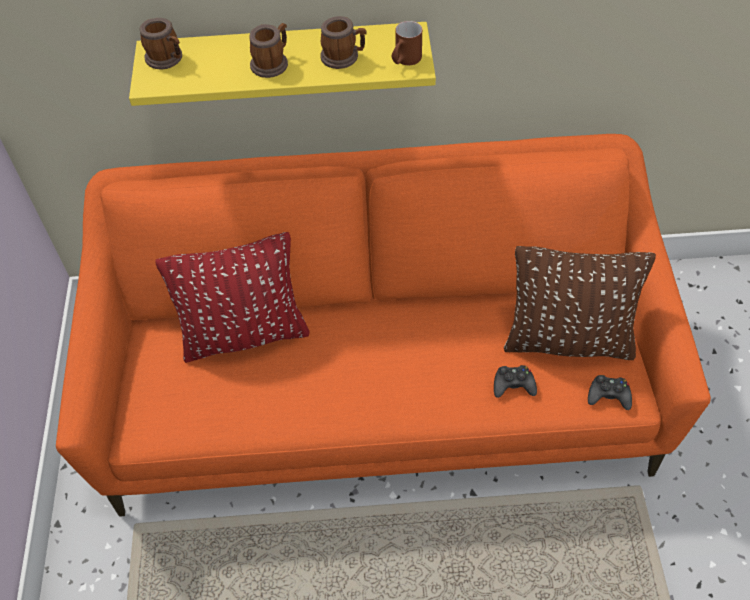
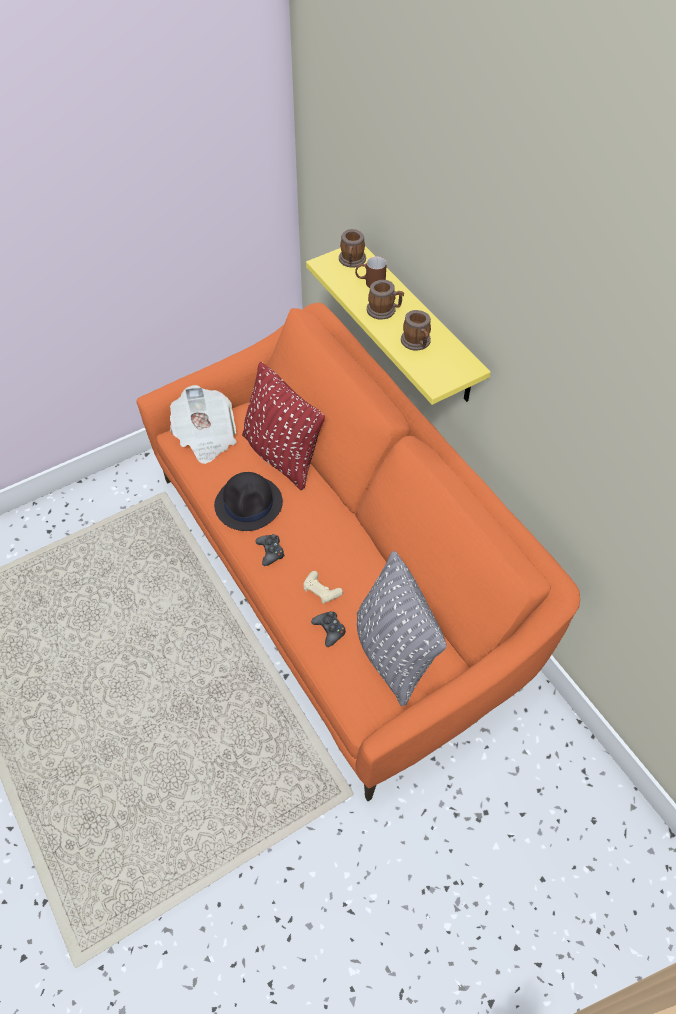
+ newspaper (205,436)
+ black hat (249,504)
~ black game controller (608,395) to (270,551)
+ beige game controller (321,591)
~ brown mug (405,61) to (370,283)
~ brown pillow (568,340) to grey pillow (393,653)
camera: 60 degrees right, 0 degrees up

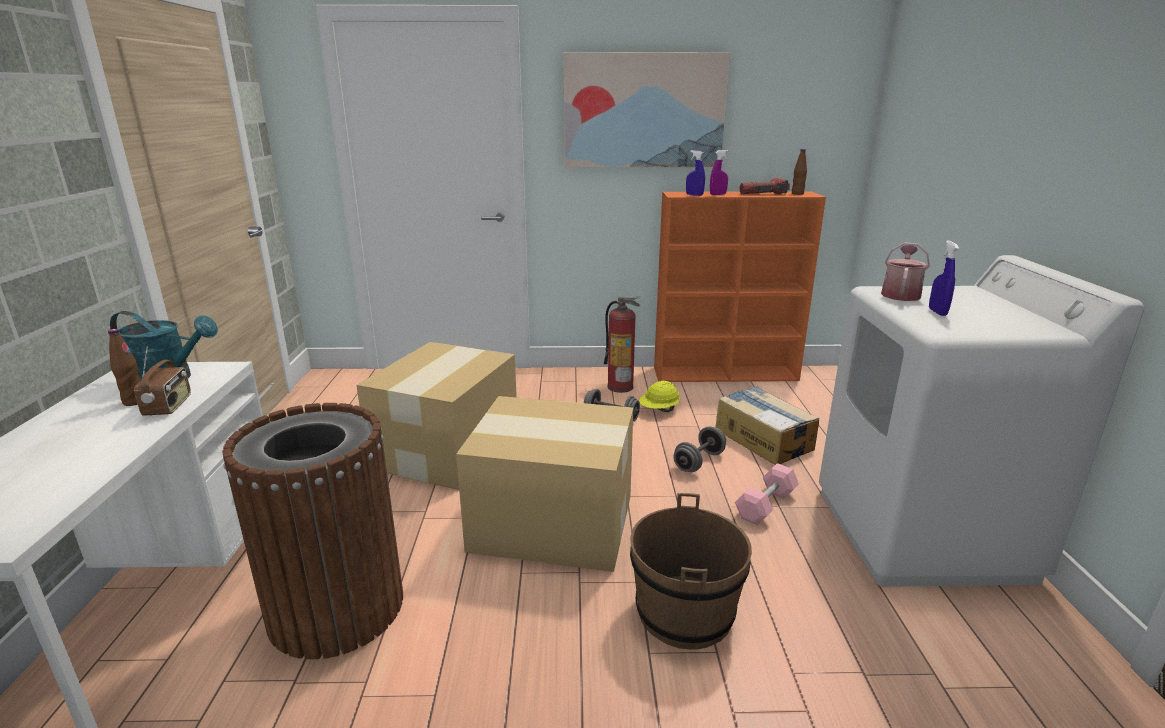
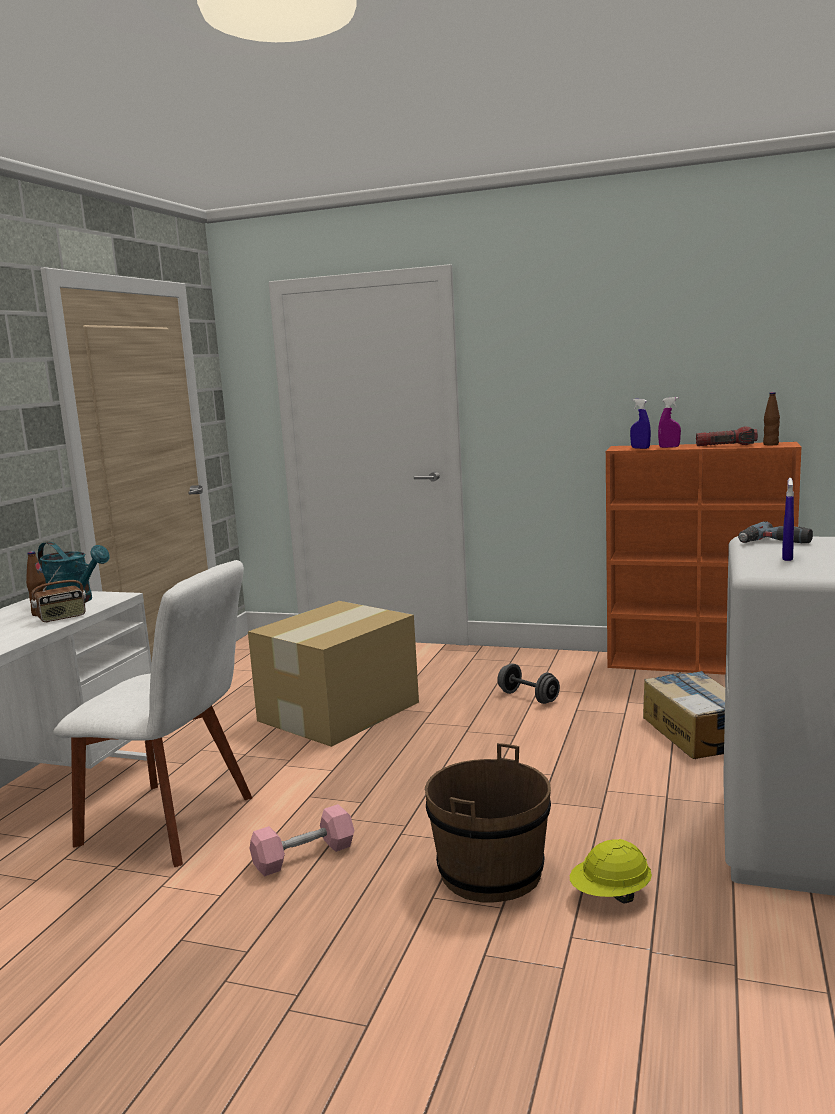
~ radio (169,406) = (62,618) 45 degrees clockwise
~ brown trash can (337,608) to white chair (174,822)
~ pink dumbbell (766,505) to (304,856)
~ yellow hard hat (659,410) to (611,895)
~ watering can (900,294) to power drill (774,542)
- cardboard box (550,521)
- picture (644,111)
- fire extinguisher (620,387)
- grey dumbbell (699,462)
camera: 20 degrees right, 10 degrees down

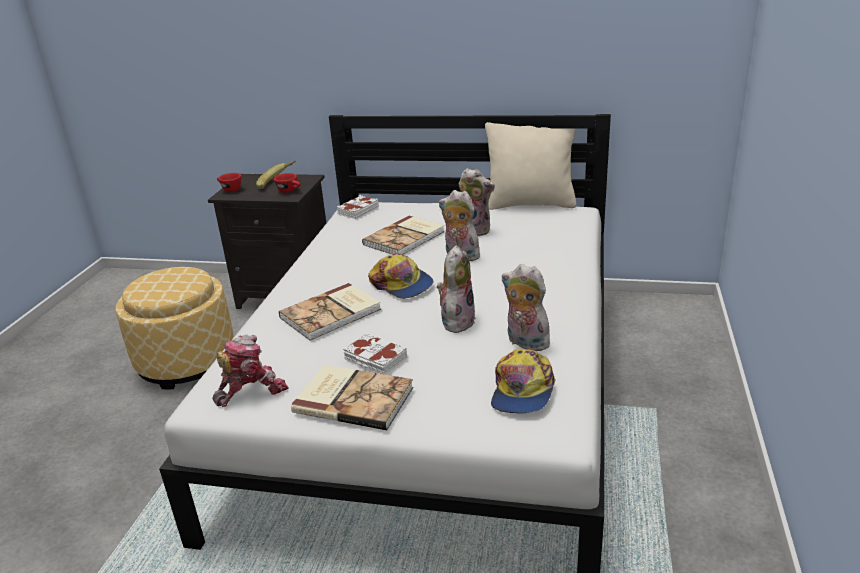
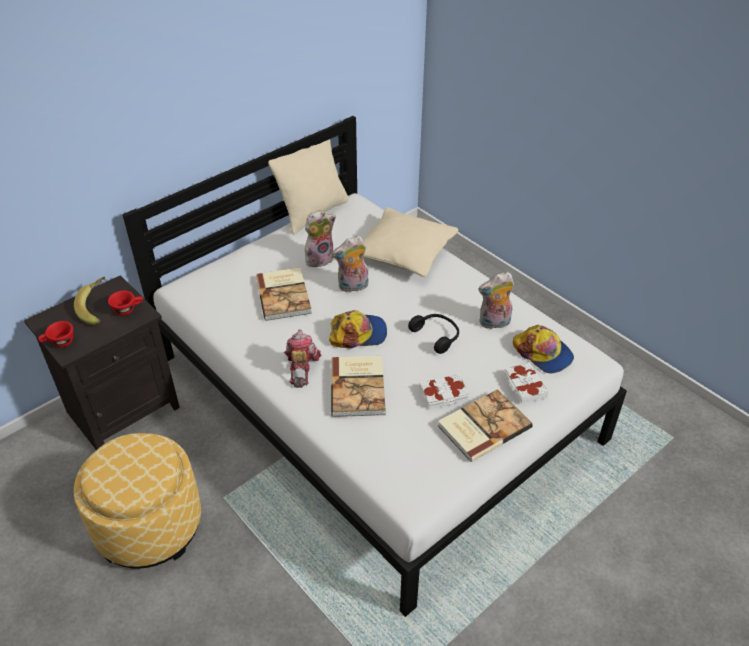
~ toy robot (250,390) to (301,368)
+ beige pillow (404,253)
~ plush toy (456,321) to black headphones (437,336)
~ white book (357,210) to (524,386)
camera: 55 degrees left, 15 degrees up

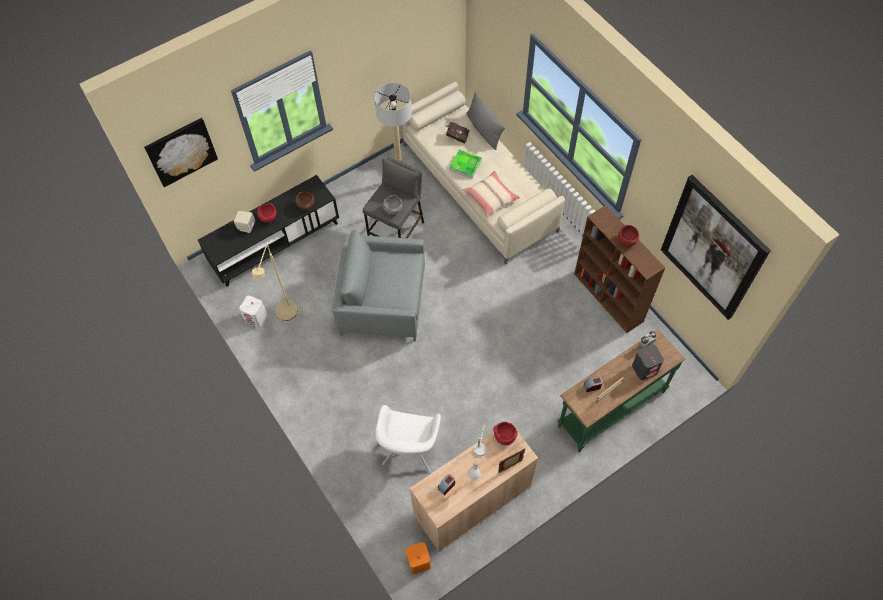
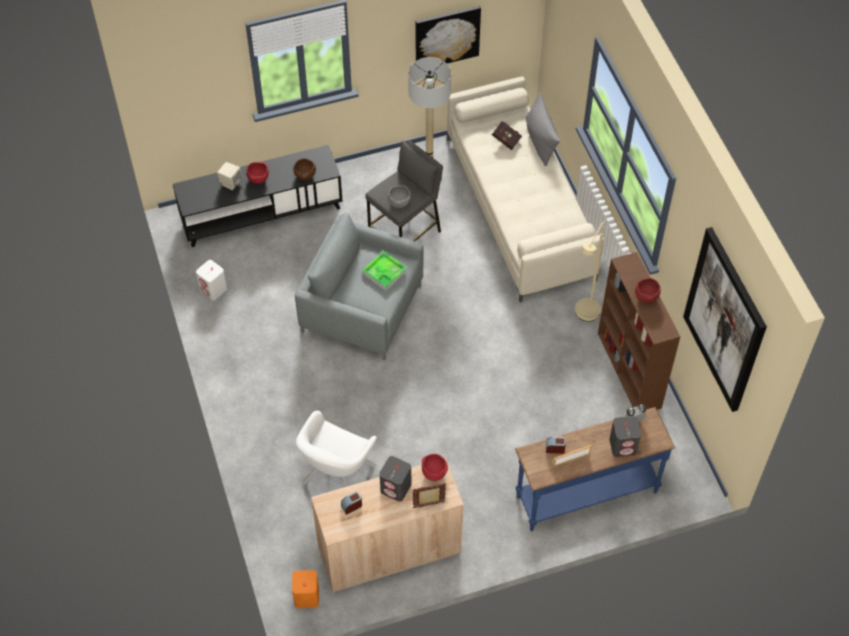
~ tray (465,165) to (384,272)
~ white table lamp (478,459) to grey speaker (396,488)
~ picture (181,151) to (447,37)
~ green console table (610,408) to blue console table (586,493)
~ beige floor lamp (285,316) to (584,316)
- beige pillow (491,197)
camera: 15 degrees right, 5 degrees down

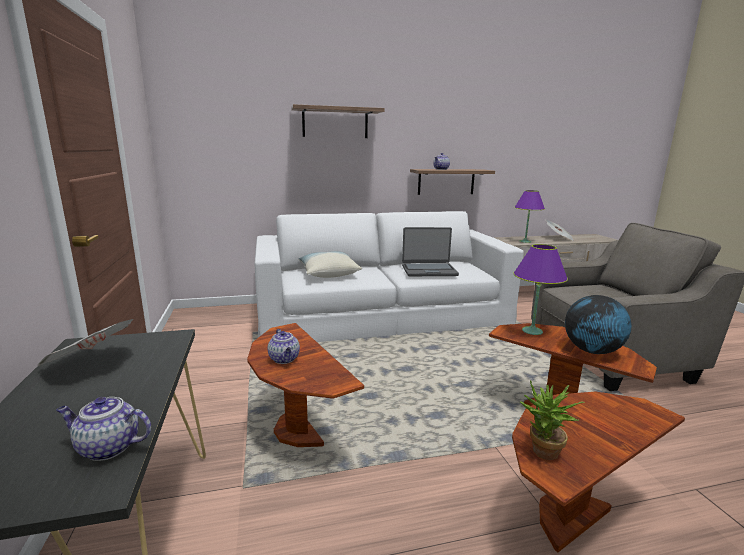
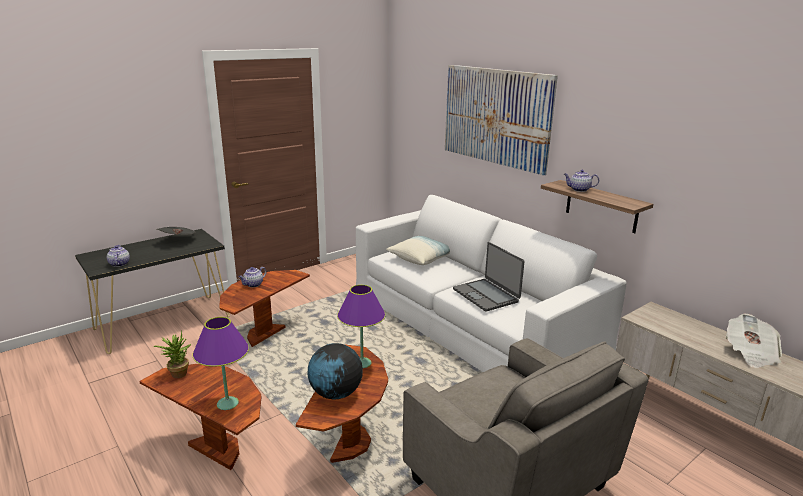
~ purple table lamp (525,241) to (227,403)
~ shelf (335,123) to picture (496,116)
camera: 65 degrees right, 5 degrees up

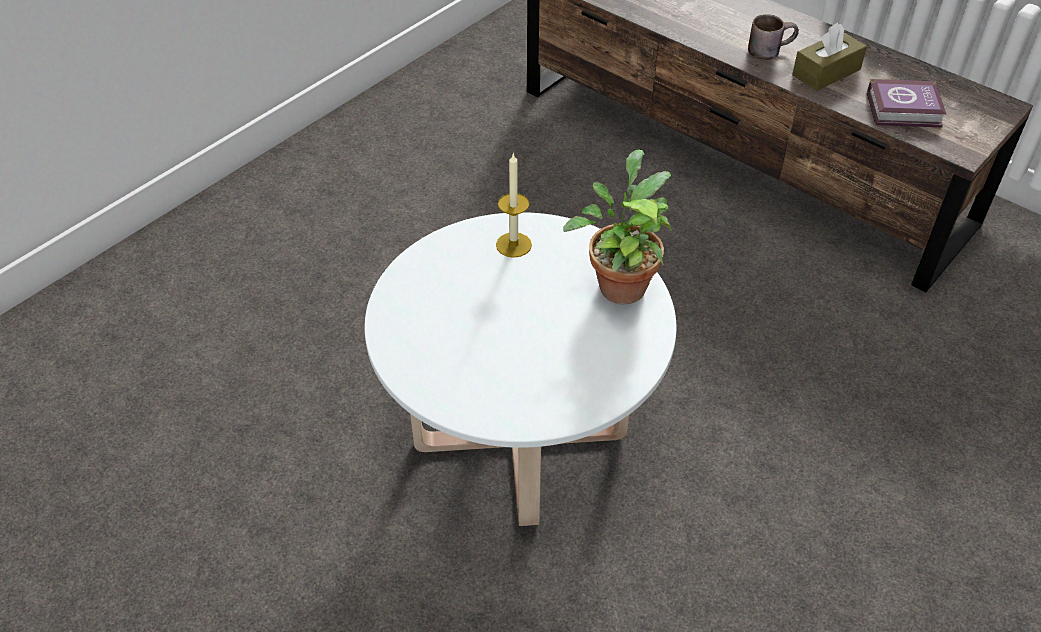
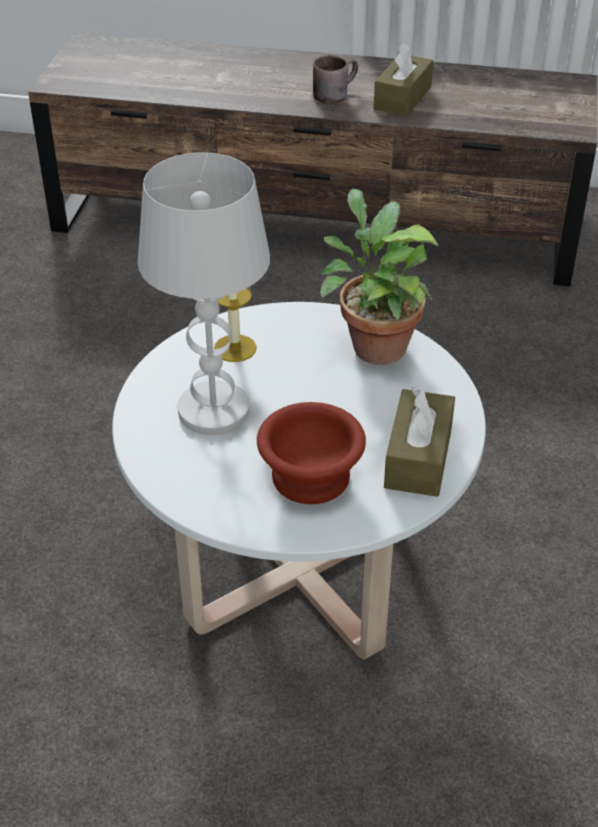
+ white table lamp (214,410)
+ brown bowl (307,478)
+ brown tissue box (418,457)
- book (905,110)
camera: 30 degrees left, 5 degrees down

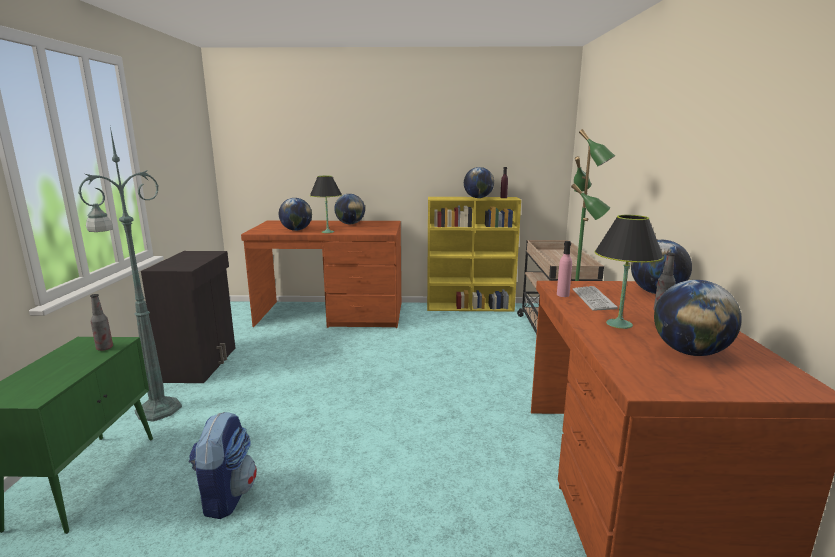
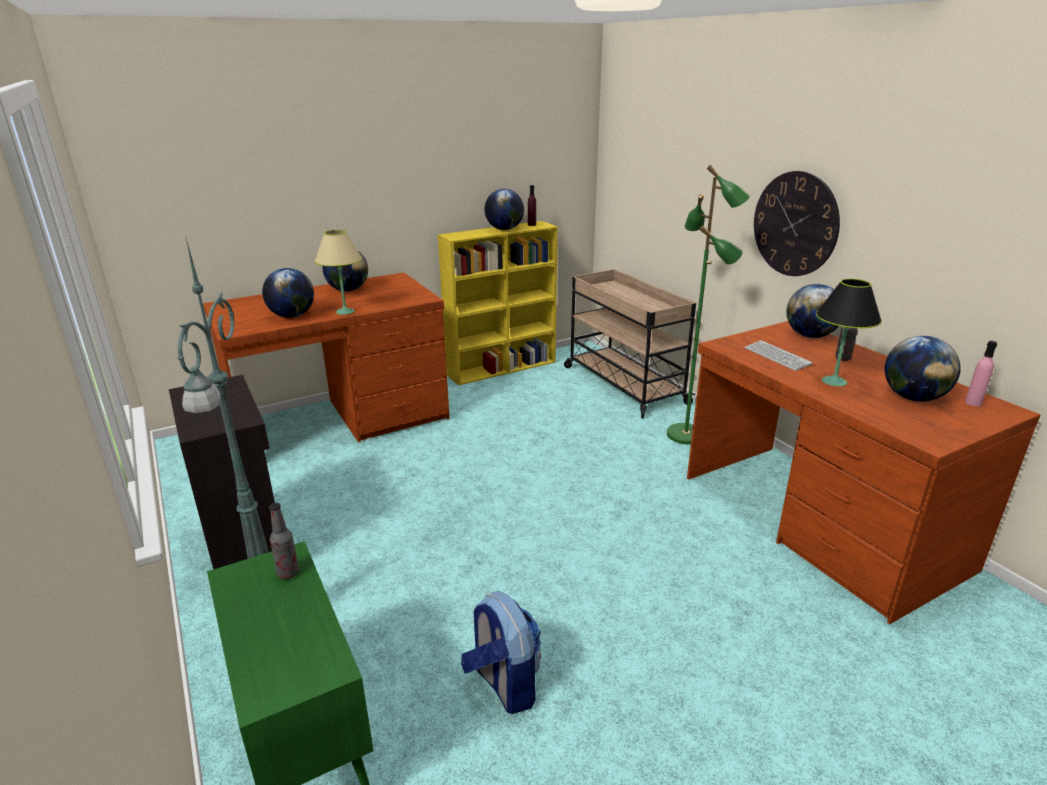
~ black table lamp (328,232) to beige table lamp (345,311)
+ wall clock (795,224)
~ pink bottle (562,295) to (973,403)
camera: 30 degrees left, 10 degrees up

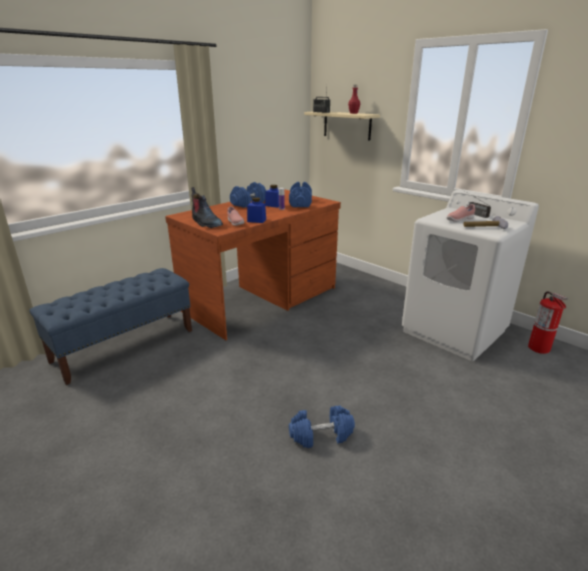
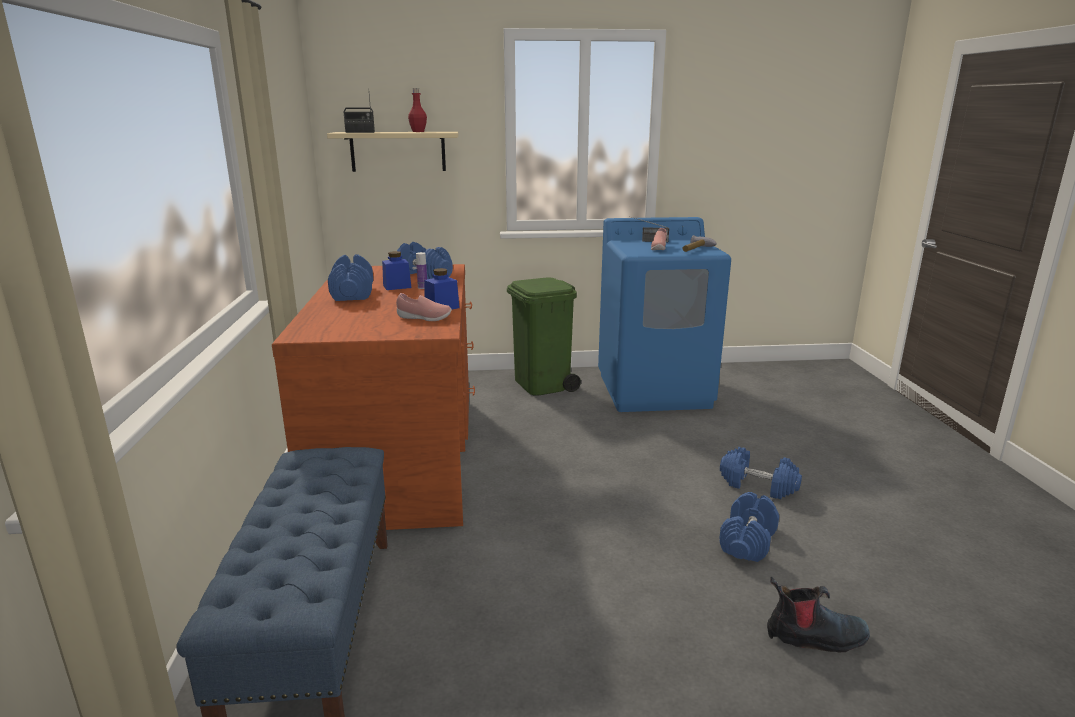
+ green trash can (543,385)
~ white washing machine (454,331) to blue washing machine (654,390)
+ blue dumbbell (758,485)
~ boot (206,223) to (815,637)
- fire extinguisher (539,348)
camera: 50 degrees left, 5 degrees down

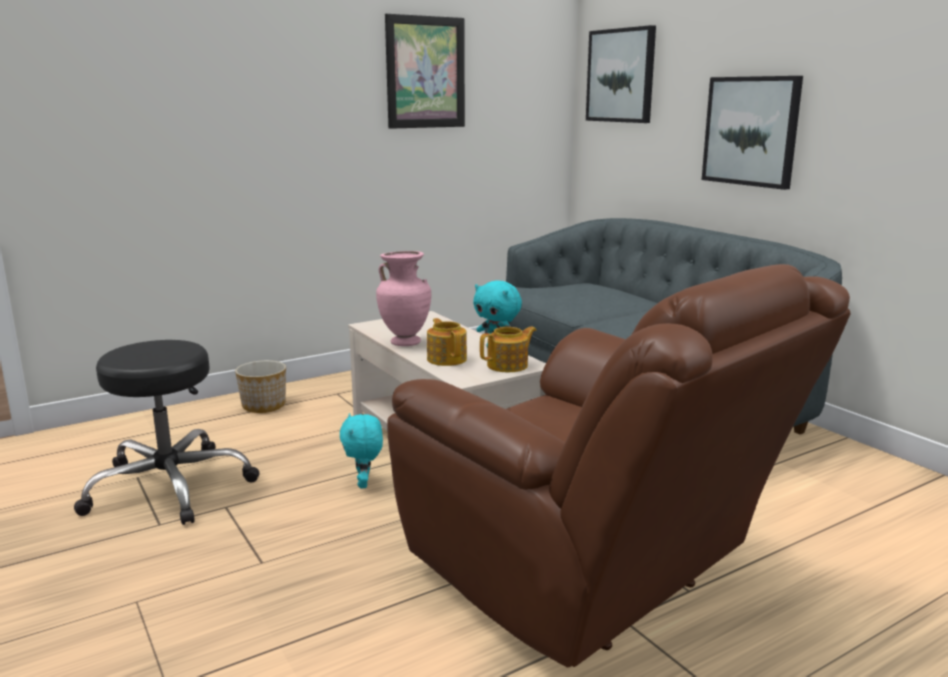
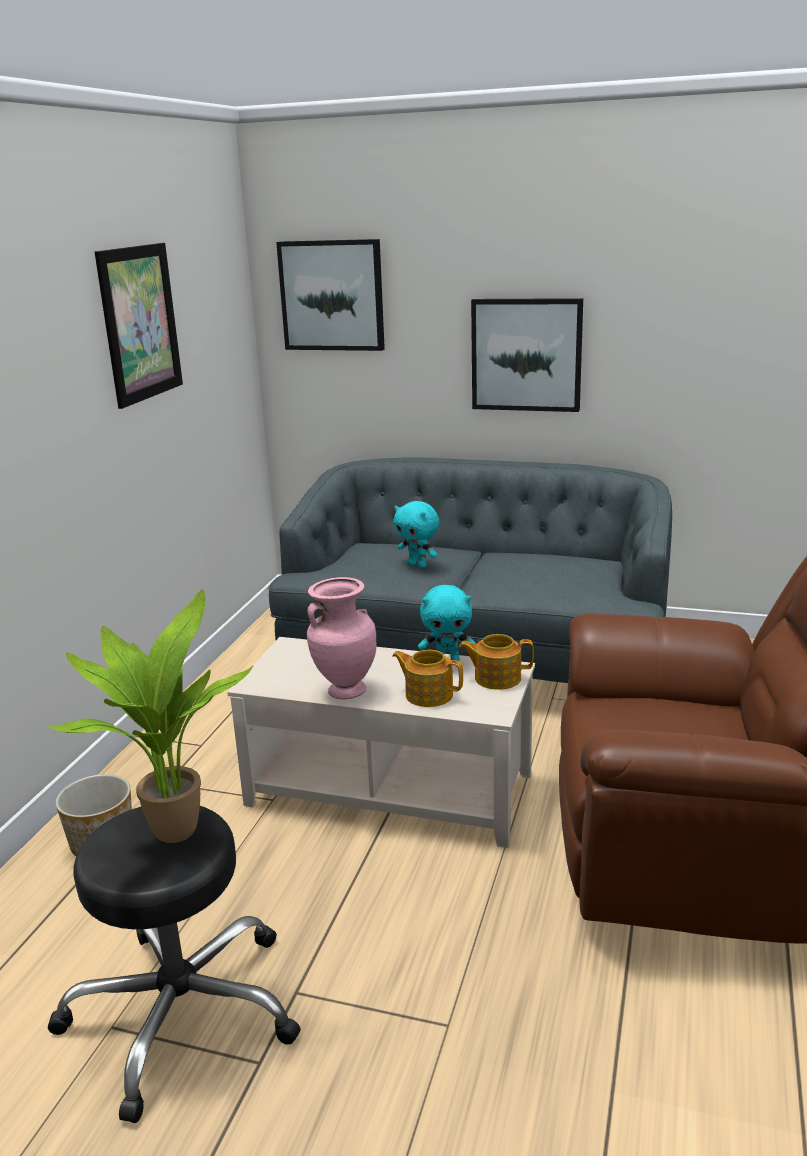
+ potted plant (171,829)
~ turquoise plush toy (364,484) to (418,565)
~ teapot (508,365) = (496,678) 105 degrees counterclockwise
camera: 40 degrees left, 5 degrees up

